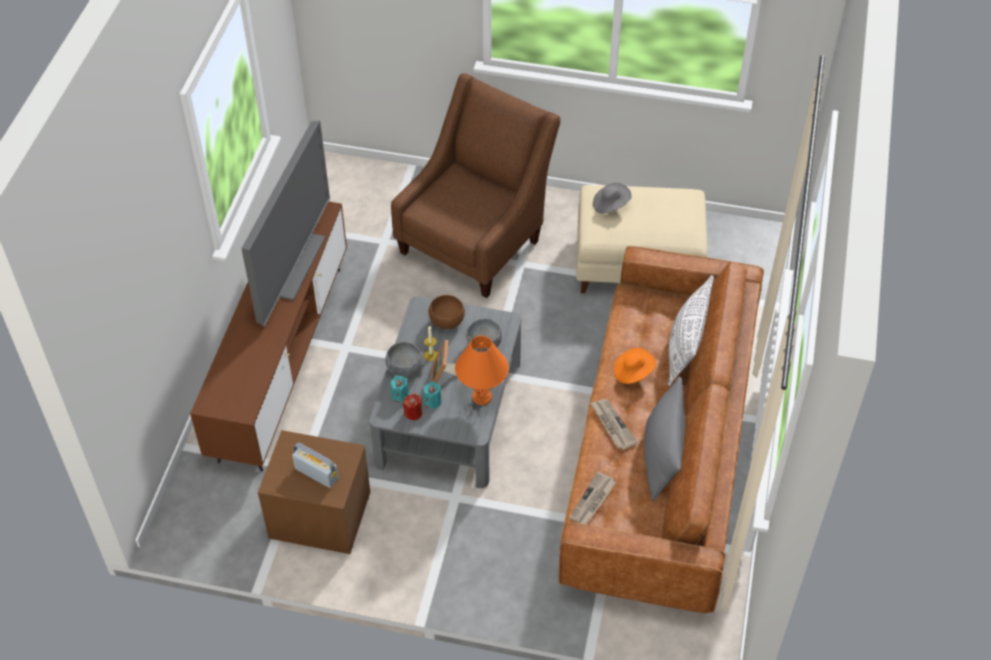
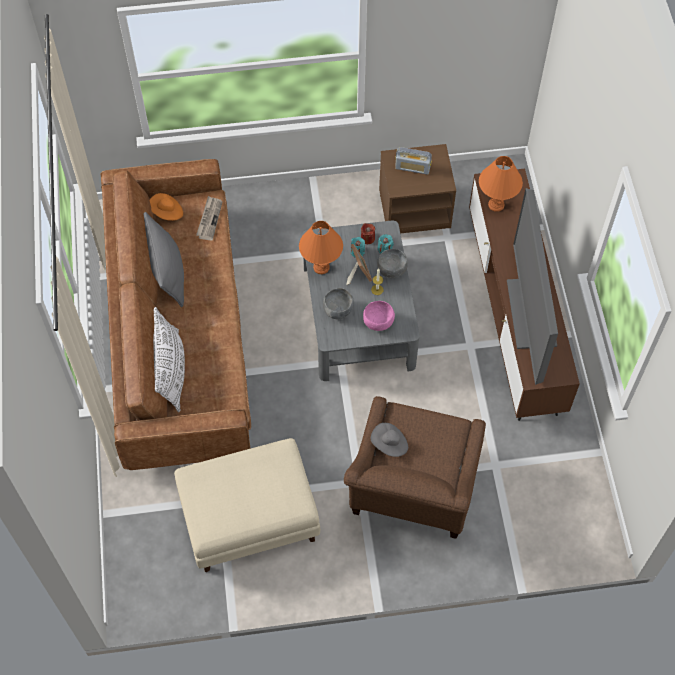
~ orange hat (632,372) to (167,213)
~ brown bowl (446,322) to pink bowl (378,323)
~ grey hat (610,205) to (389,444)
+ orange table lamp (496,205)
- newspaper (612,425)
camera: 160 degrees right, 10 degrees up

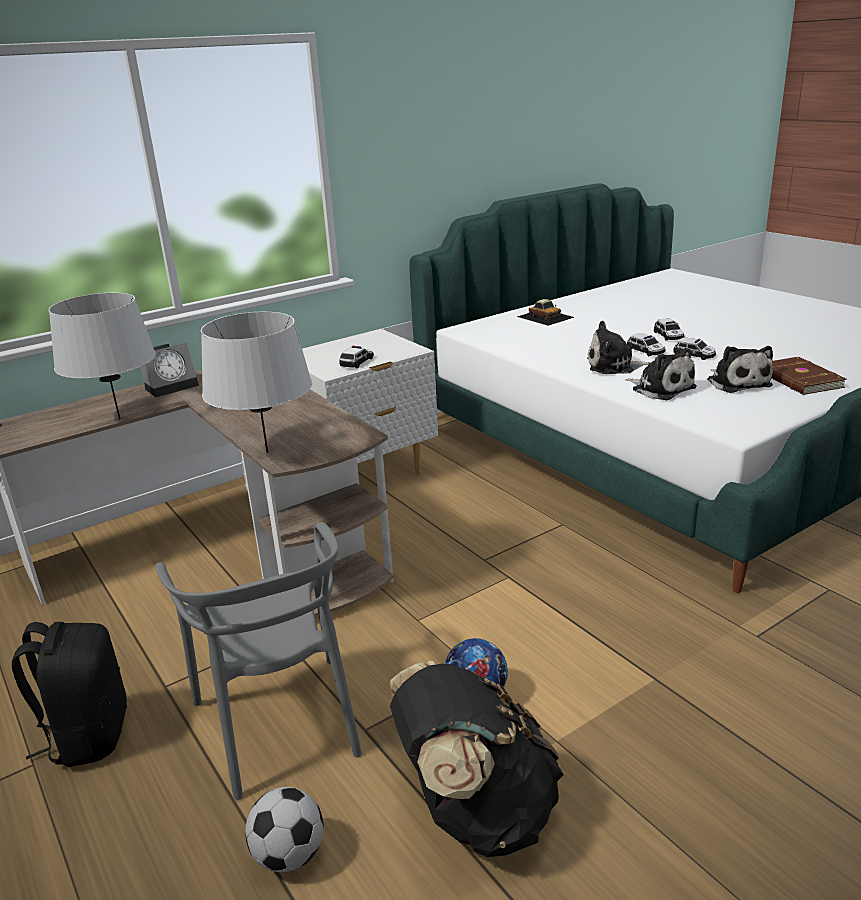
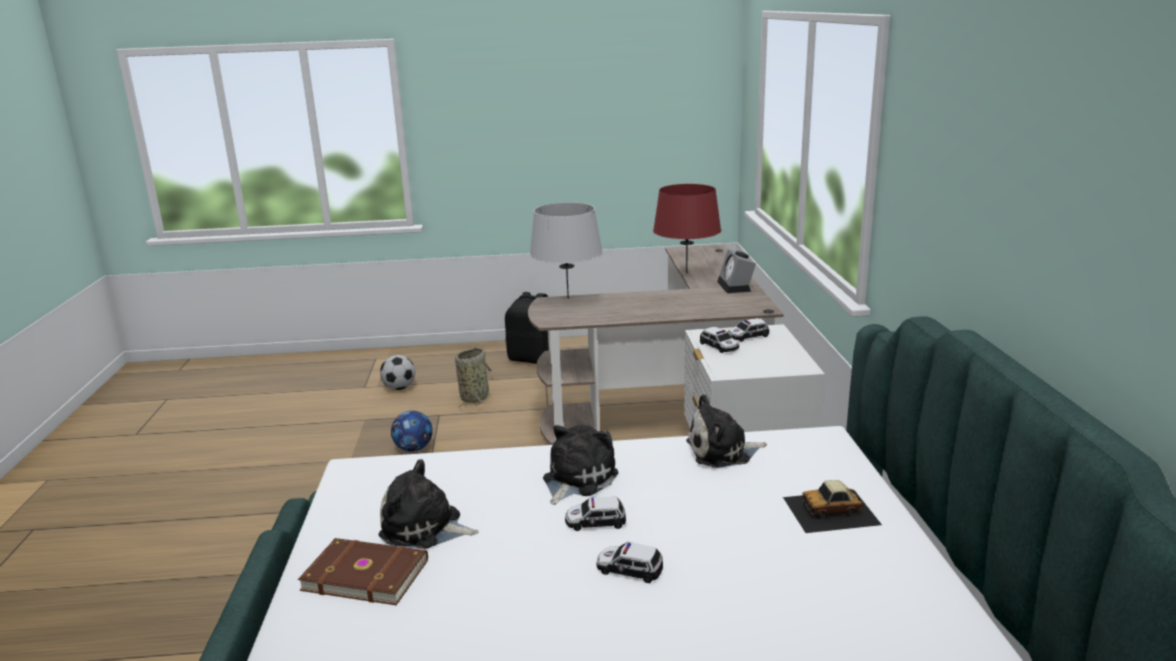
~ grey chair (280,723) to basket (475,397)
~ grey table lamp (120,419) to red table lamp (686,273)
~ plush toy (661,388) to (722,451)
~ toy car (694,355) to (747,336)
- black backpack (476,811)
camera: 120 degrees right, 5 degrees down

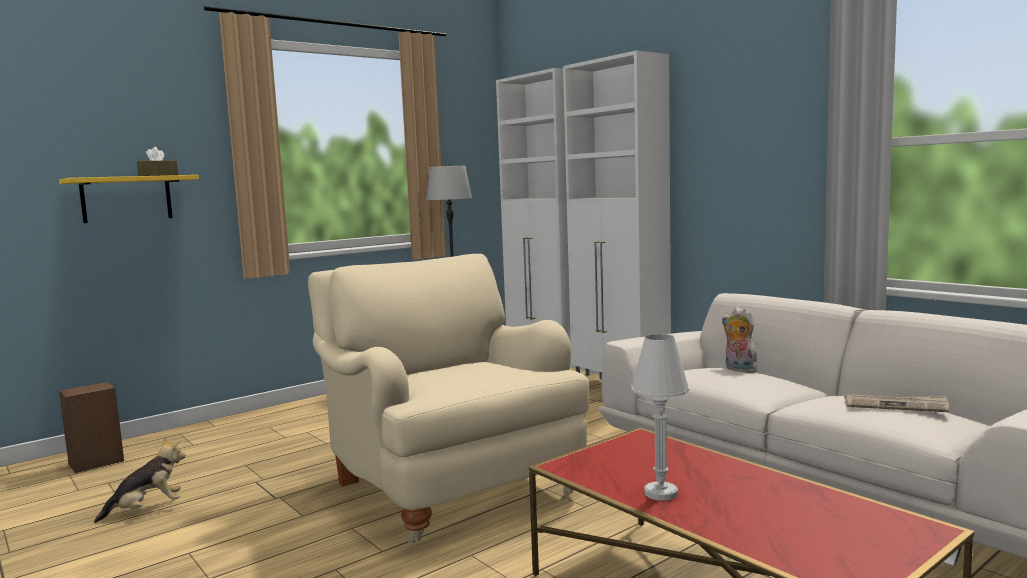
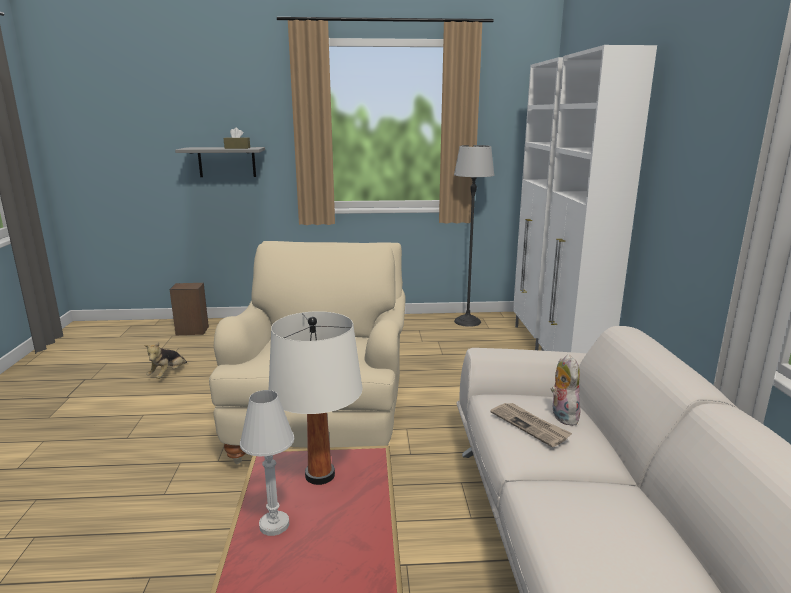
~ plush toy (147,509) = (168,374) 105 degrees clockwise
~ yellow shelf (126,199) to grey shelf (227,162)
+ white table lamp (319,475)
~ newspaper (896,405) to (530,425)
camera: 35 degrees right, 10 degrees up

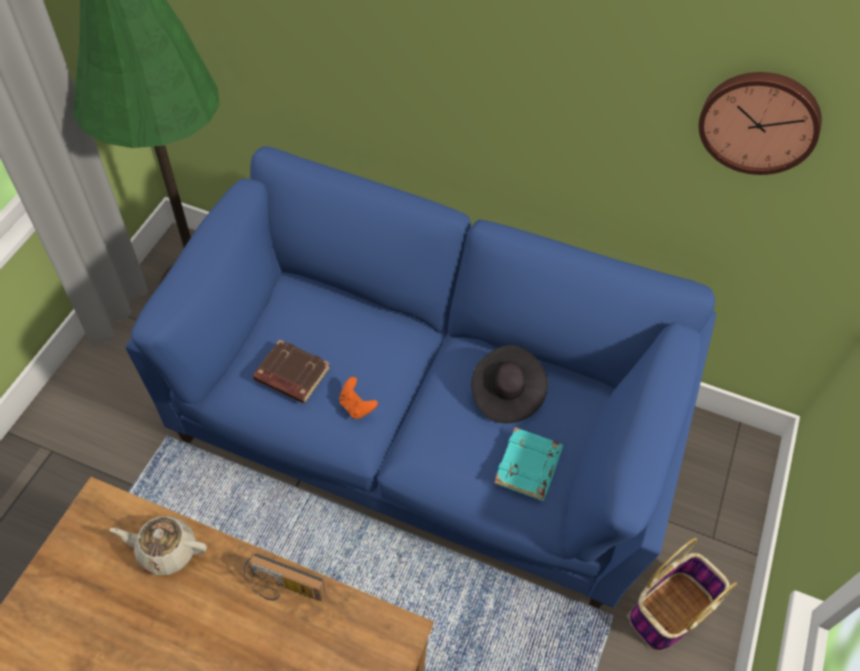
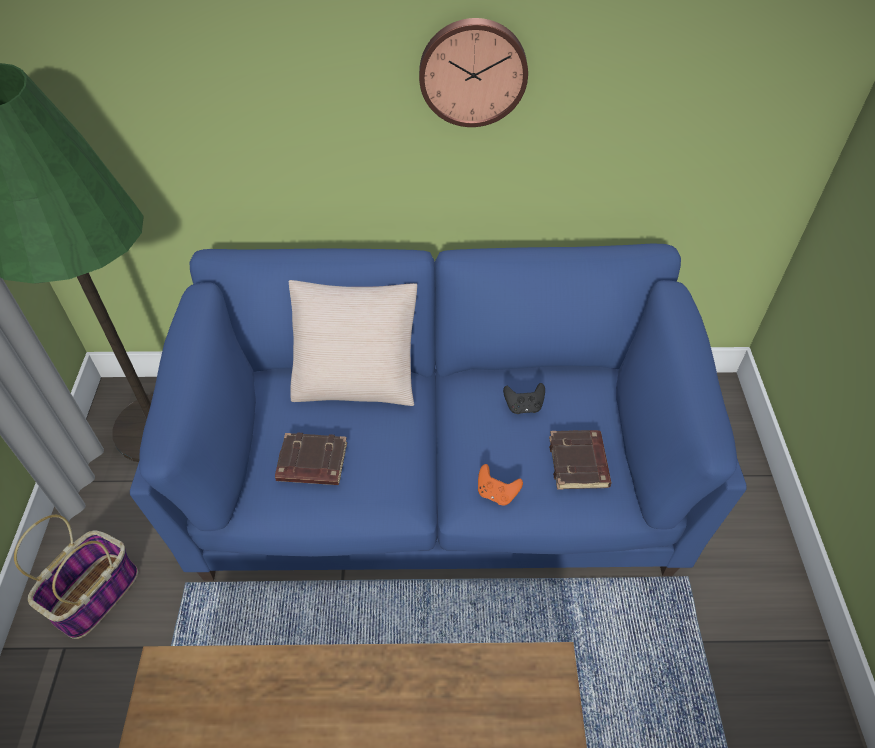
~ basket (670,610) to (96,594)
+ beige pillow (356,377)
~ wall clock (759,121) to (473,71)
~ orange game controller (356,406) to (496,493)
~ black hat (506,394) to black game controller (523,406)
~ turquoise book (529,468) to brown book (579,463)
- beige teapot (166,551)
- radio (283,589)
camera: 20 degrees left, 5 degrees down

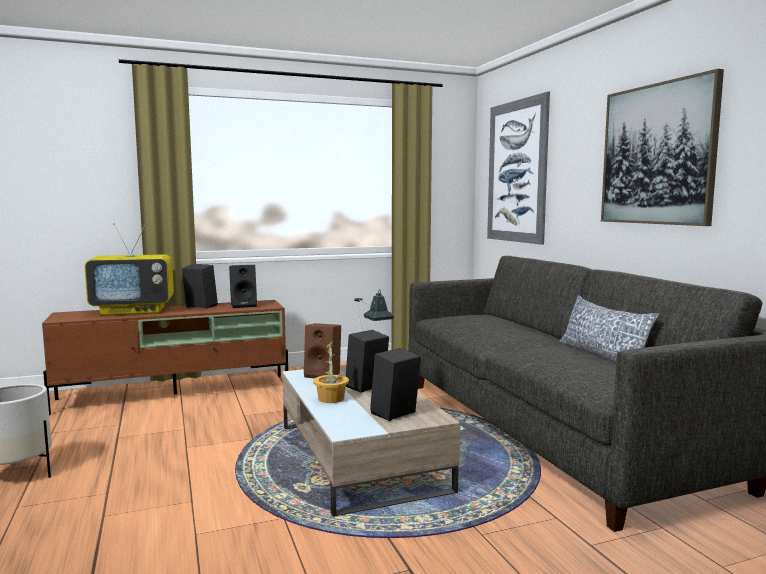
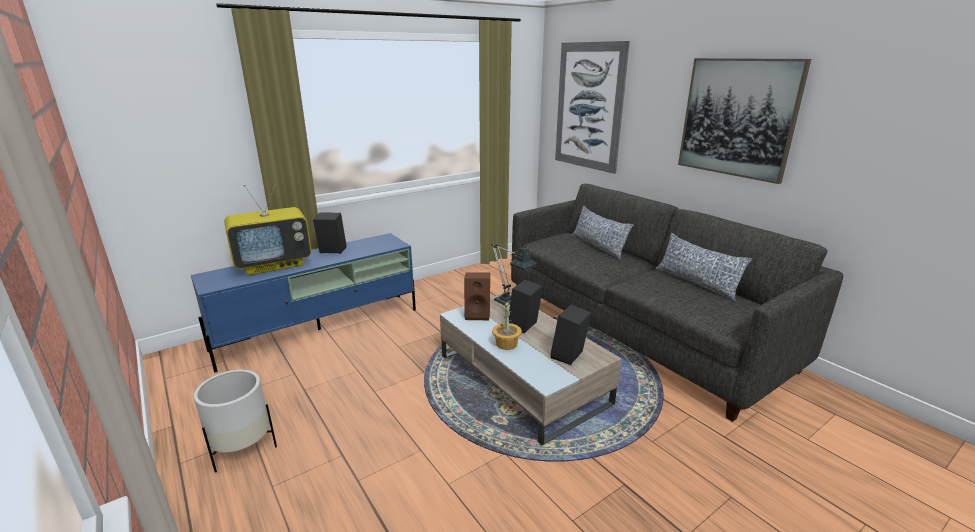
~ brown tv stand (176,393) to blue tv stand (320,329)
+ pillow (598,246)
- black speaker (244,305)
camera: 15 degrees left, 15 degrees up

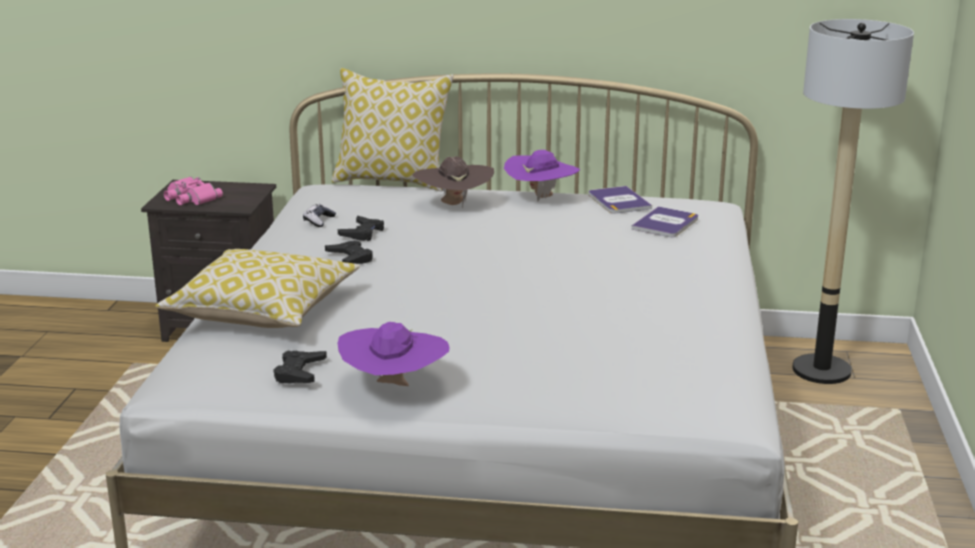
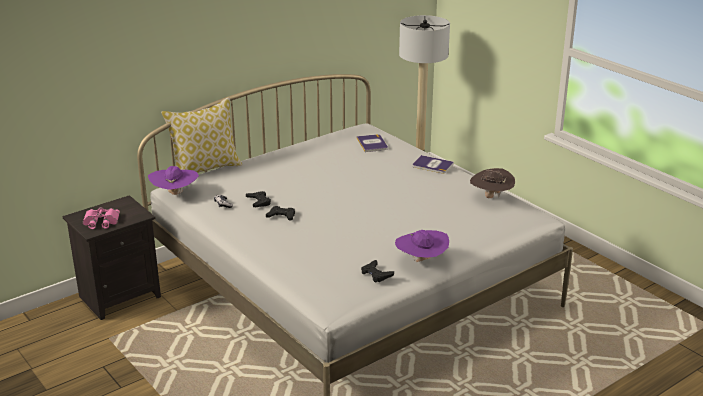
~ purple hat (541,197) to (175,194)
~ book (618,201) to (432,165)
~ brown hat (454,205) to (491,197)
- pillow (263,311)
camera: 45 degrees left, 5 degrees up

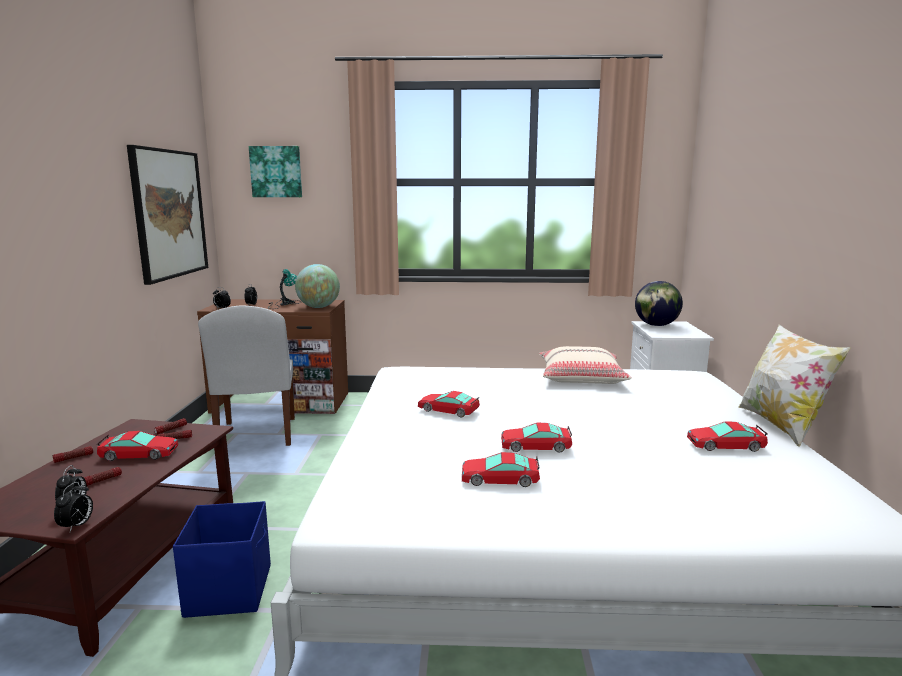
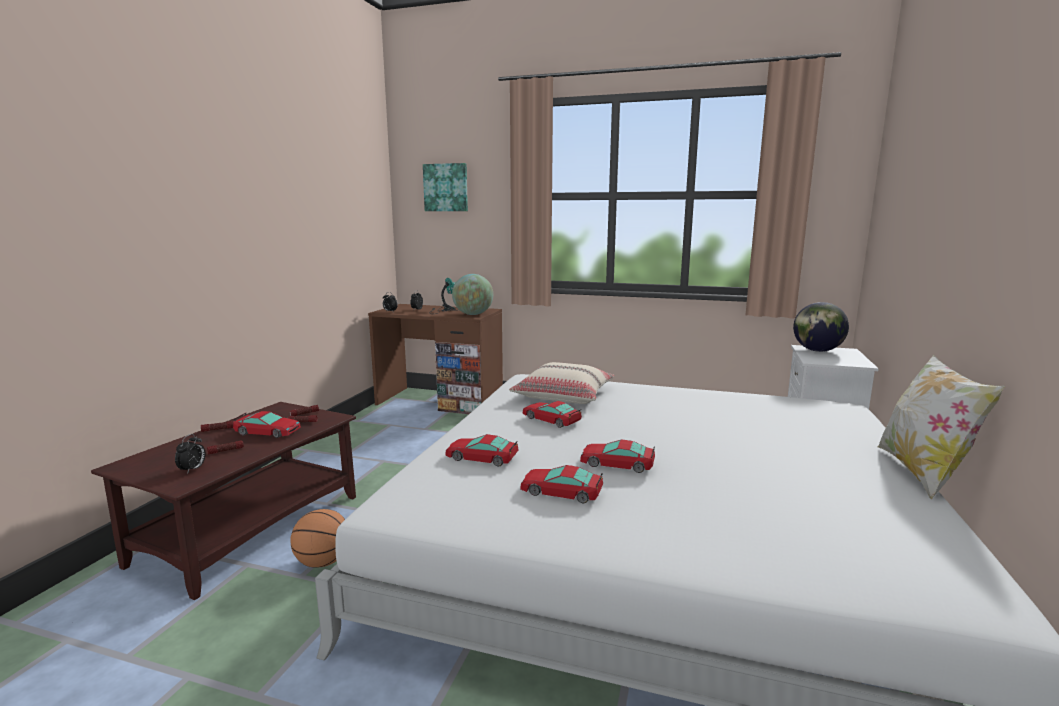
~ blue storage box (230,589) to basketball (323,562)
~ toy car (725,445) to (482,457)
~ beige pillow (581,377) to (563,395)
- alarm clock (77,526)
- picture (169,214)
- white chair (256,435)
camera: 15 degrees right, 0 degrees up

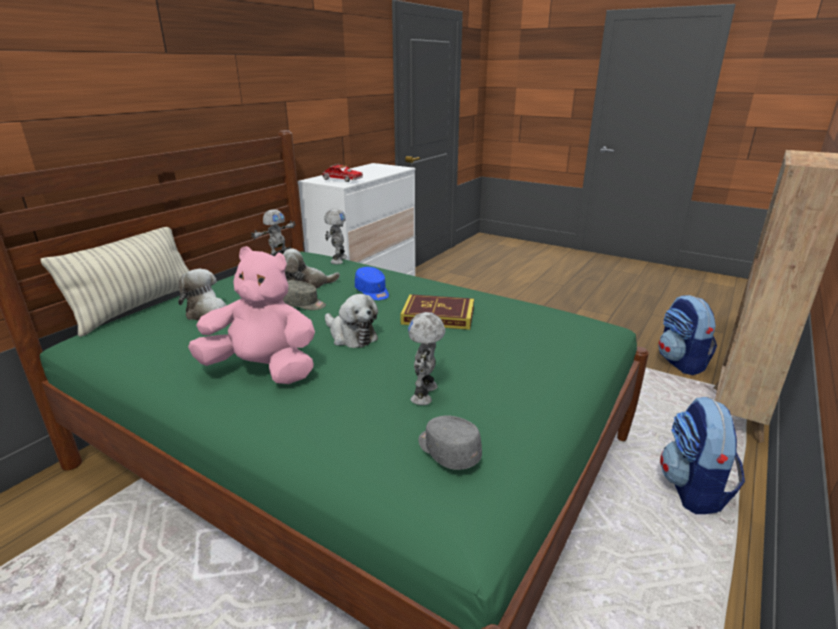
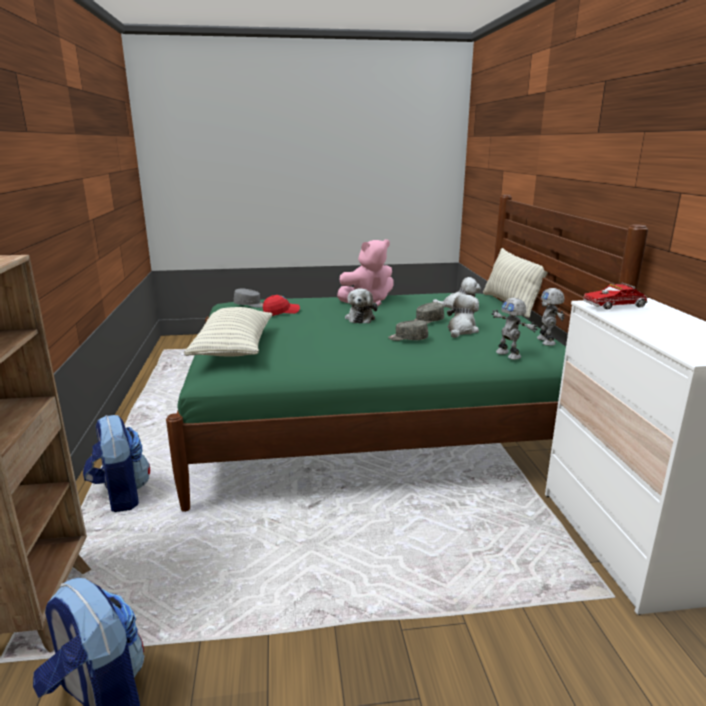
+ pillow (233,349)
~ toy robot (426,394) to red cap (281,312)
~ plush toy (351,336) = (360,318) 90 degrees counterclockwise
~ blue cap (372,292) to grey cap (407,339)
- book (438,316)
camera: 140 degrees right, 5 degrees down

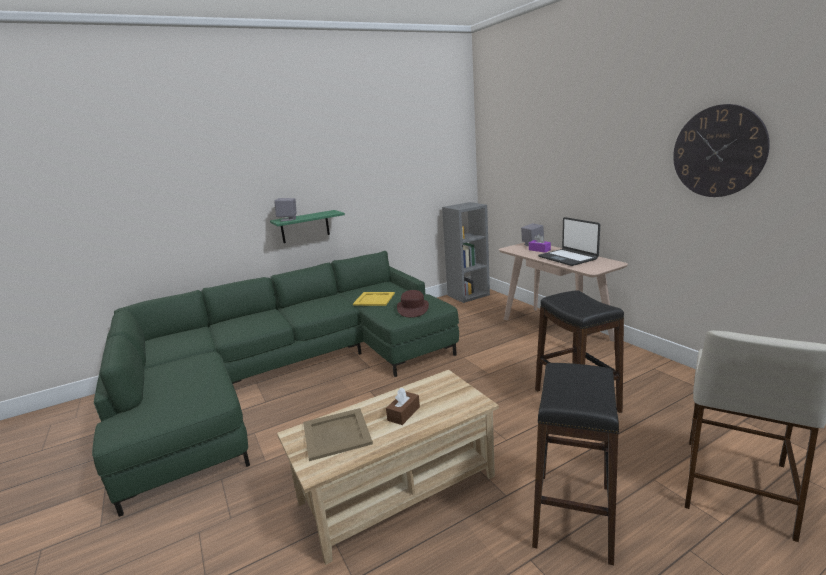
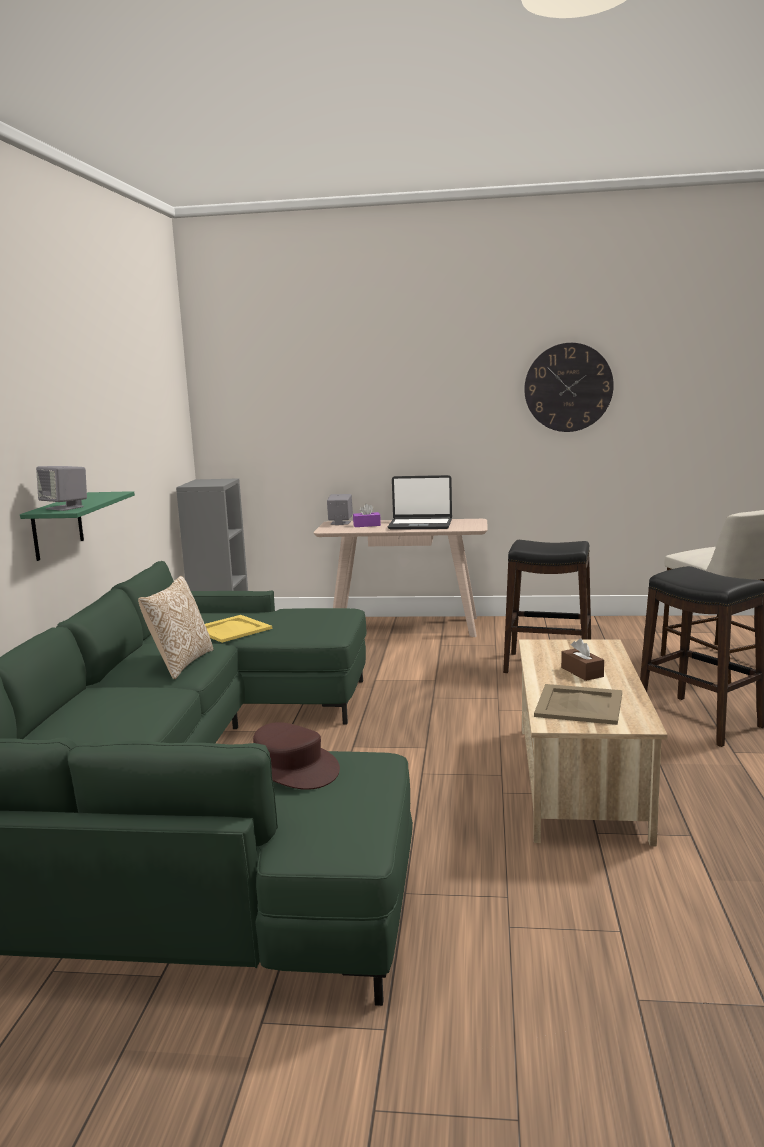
+ pillow (180,663)
~ brown hat (413,309) to (288,769)
camera: 55 degrees left, 5 degrees down

